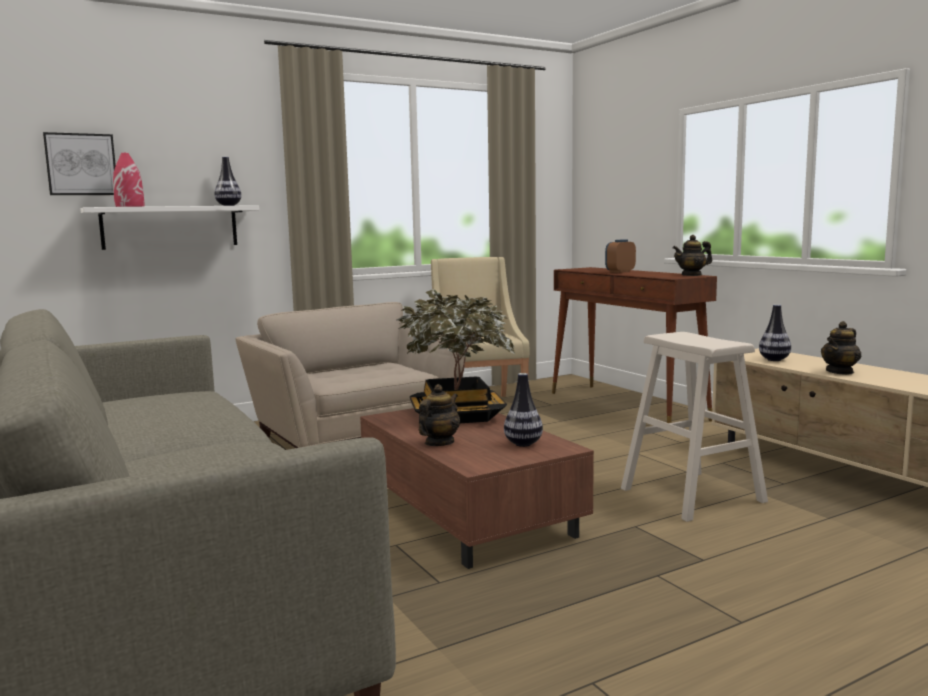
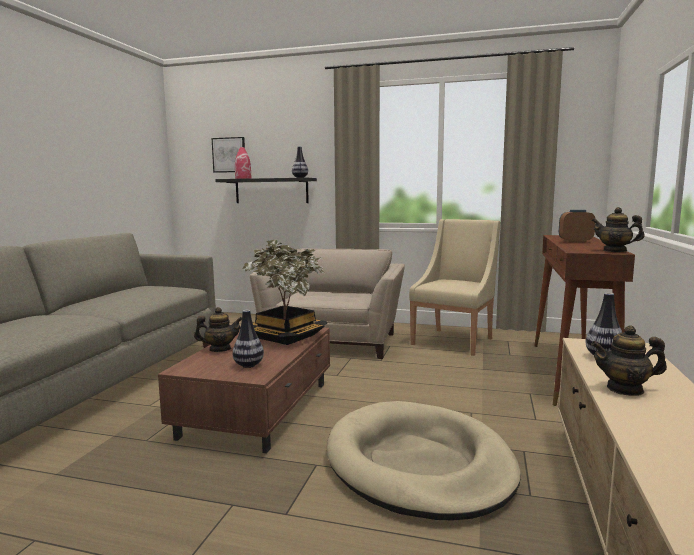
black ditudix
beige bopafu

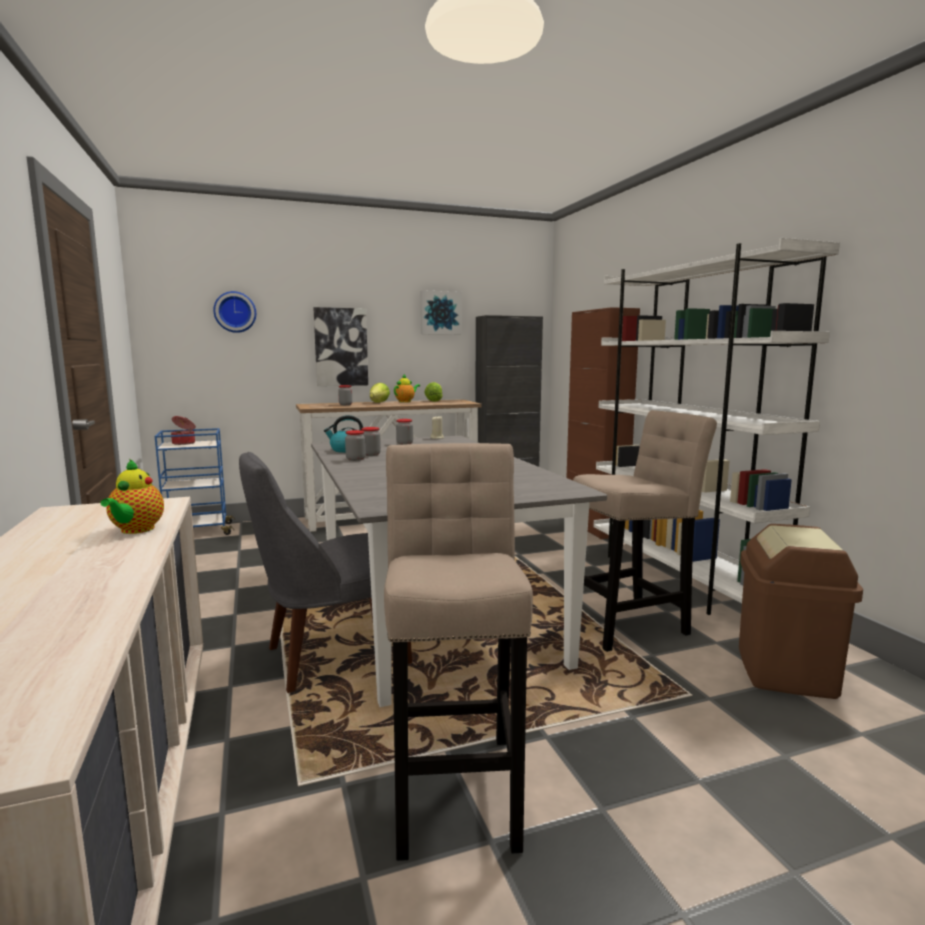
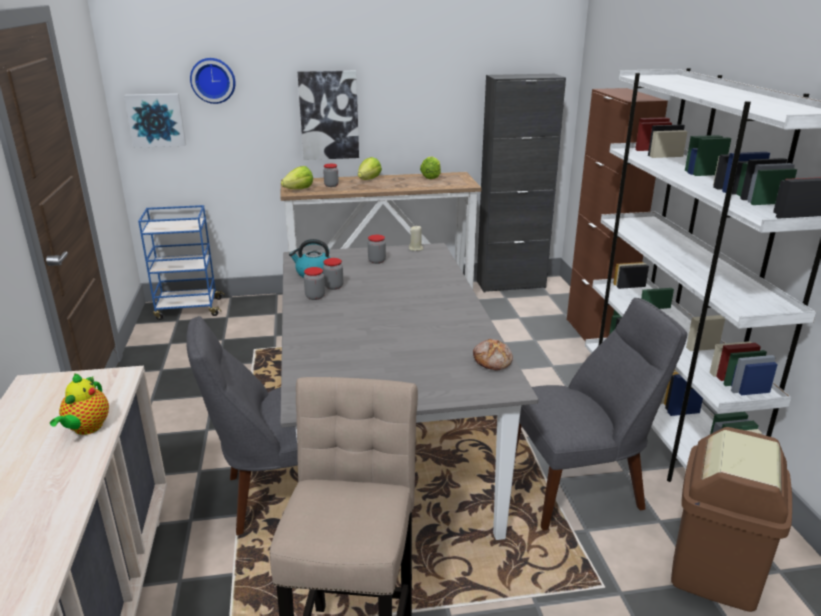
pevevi
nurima (no. 2 from left in the first image)
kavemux (no. 1 from left)
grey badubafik (no. 2 from left)
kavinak (no. 1 from left)
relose

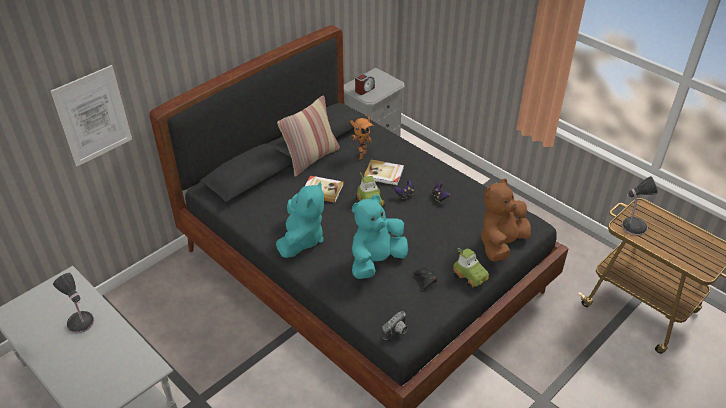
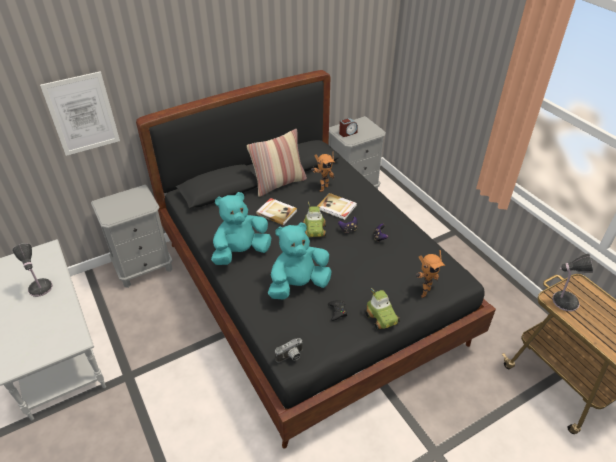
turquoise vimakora (no. 1 from left)
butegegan (no. 2 from left)
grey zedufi (no. 1 from left)

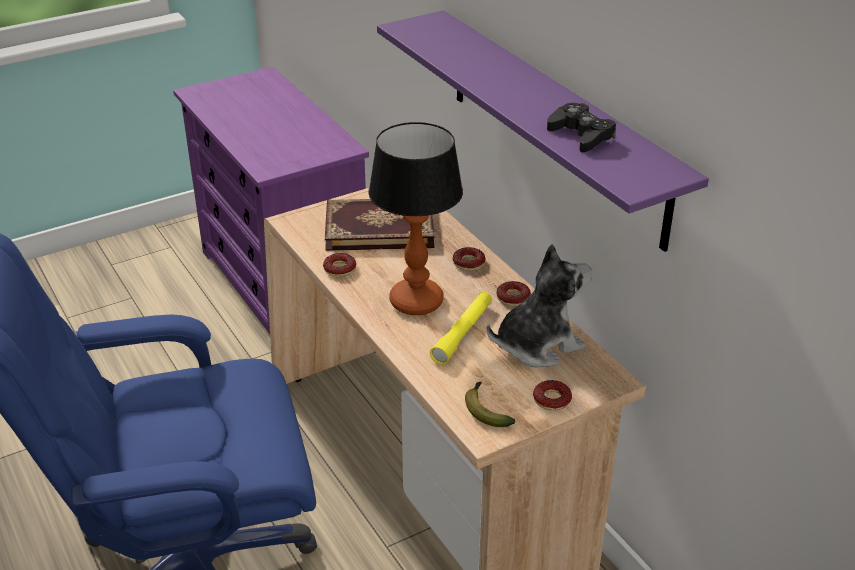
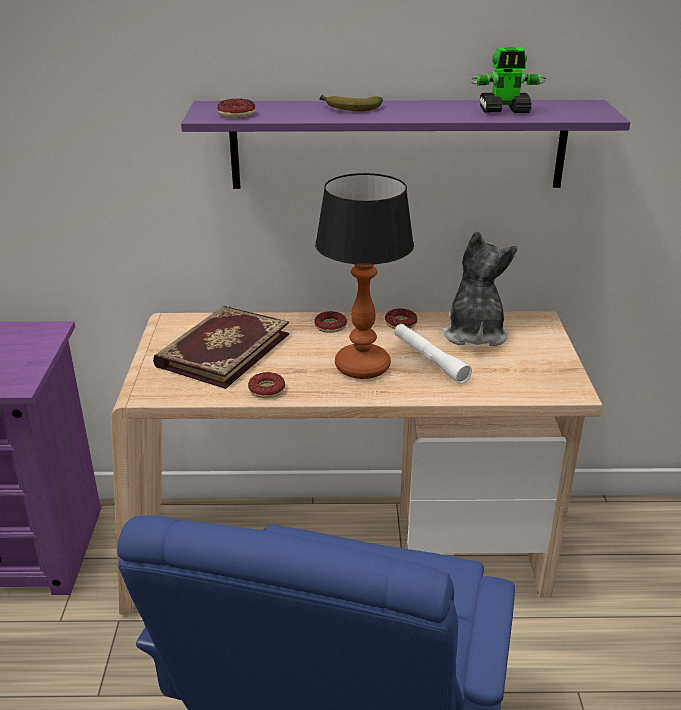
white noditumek
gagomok
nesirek (no. 1 from left)
butegegan

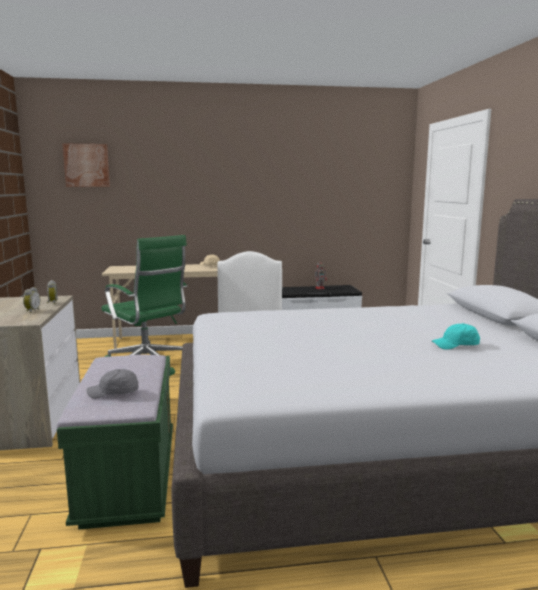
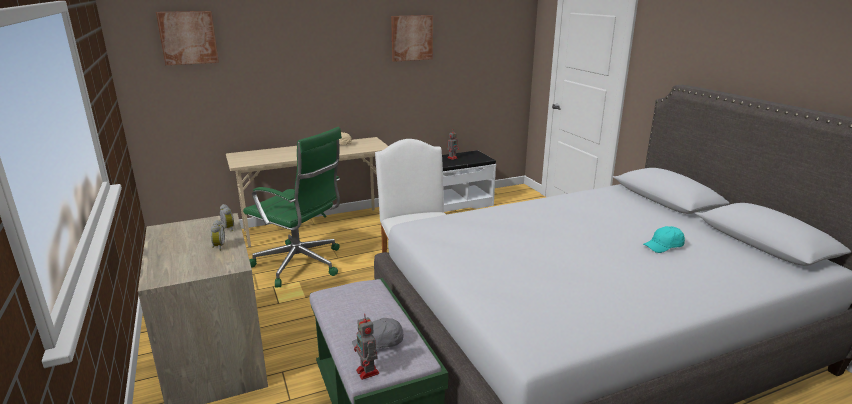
butegegan (no. 1 from left)
kavemux (no. 2 from left)

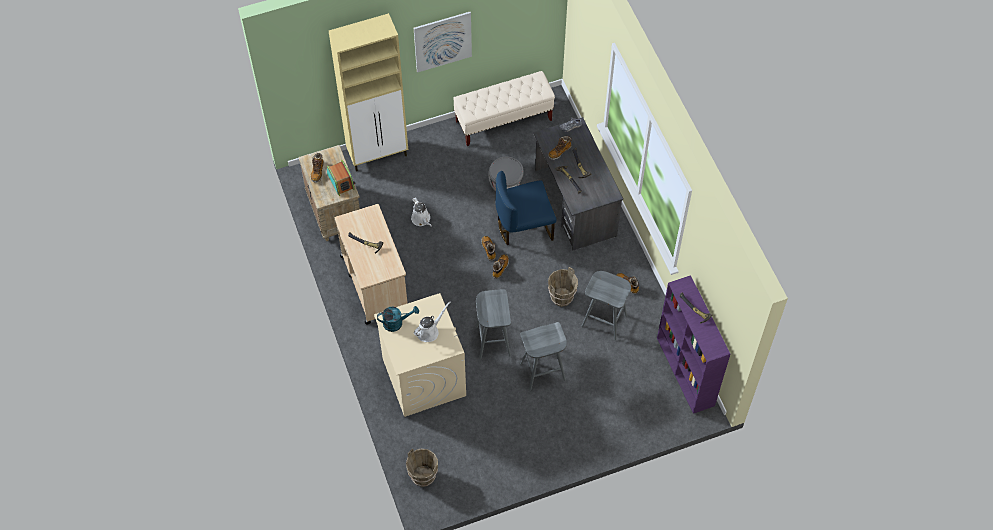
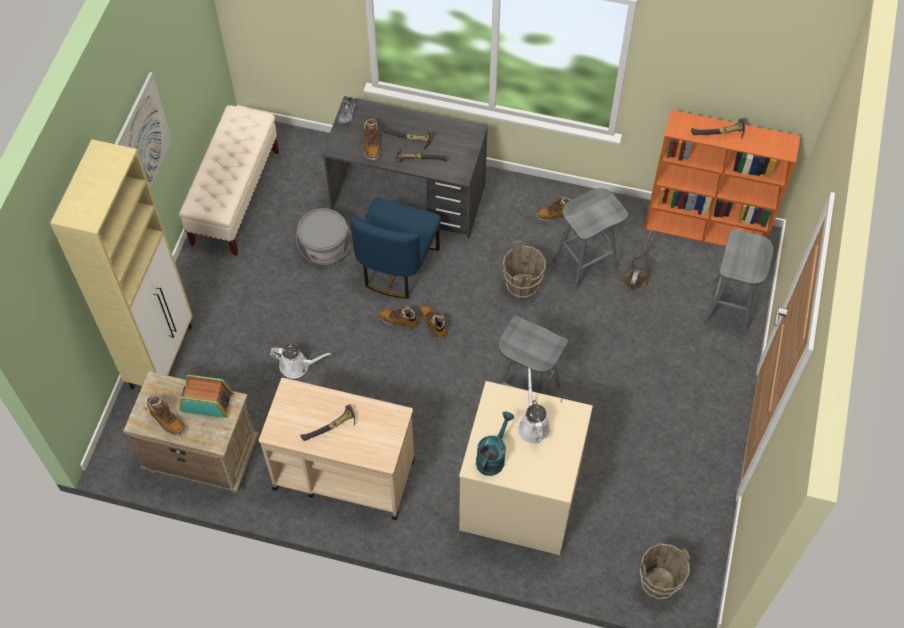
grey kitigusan (no. 3 from left)
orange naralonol
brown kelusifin

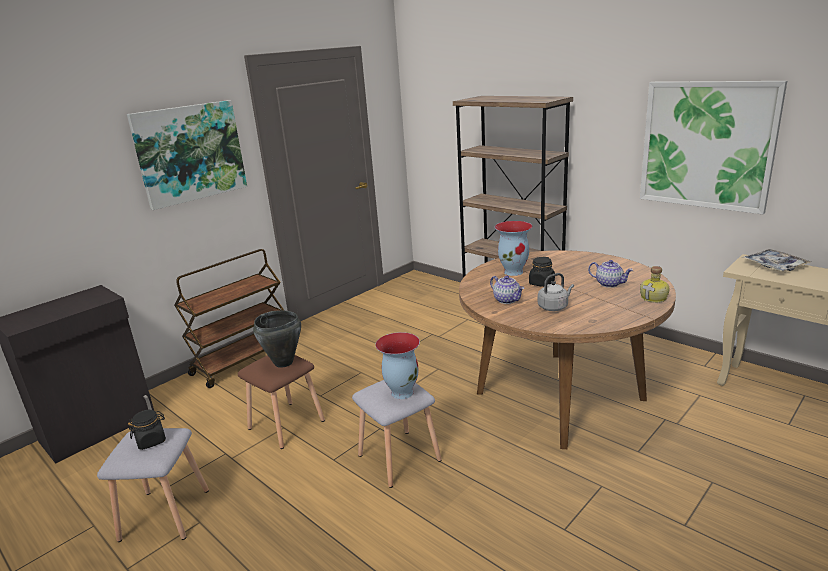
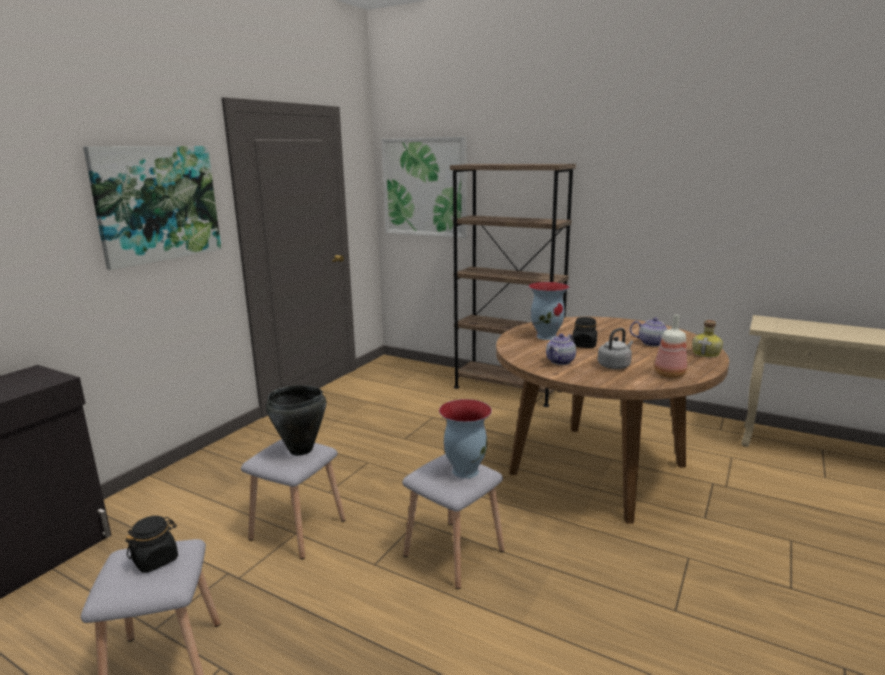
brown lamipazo
grey kitigusan (no. 2 from left)
nurima (no. 1 from left)
kavemux (no. 2 from left)
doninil
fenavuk (no. 1 from left)

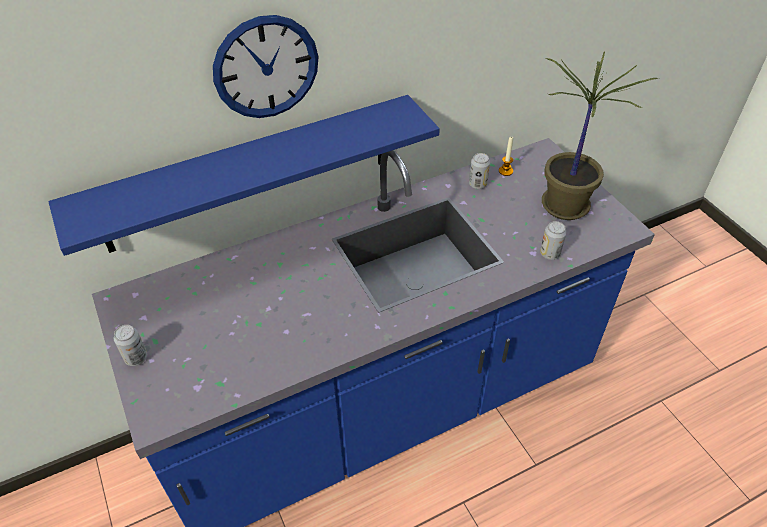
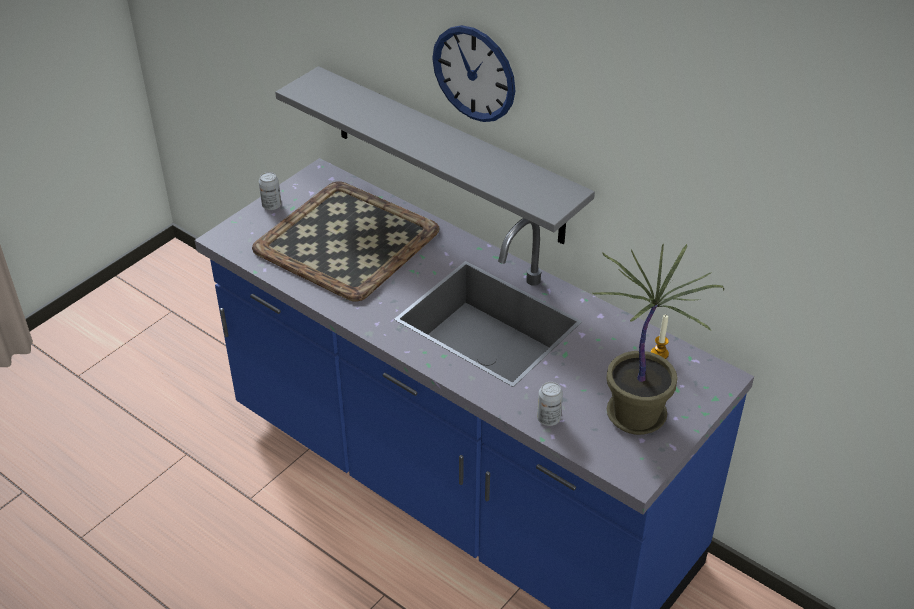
grey ditudix
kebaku (no. 2 from left in the first image)
doninil

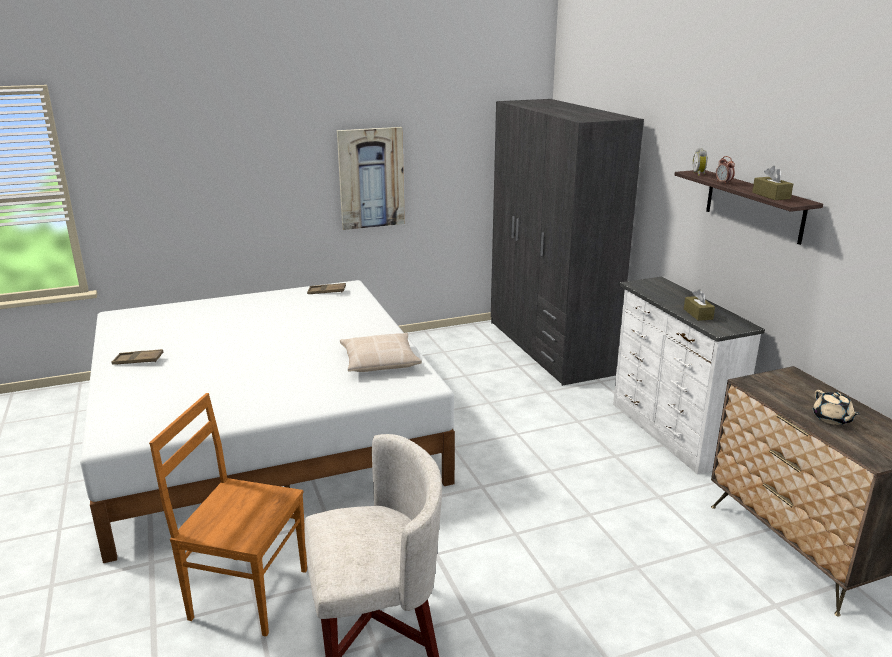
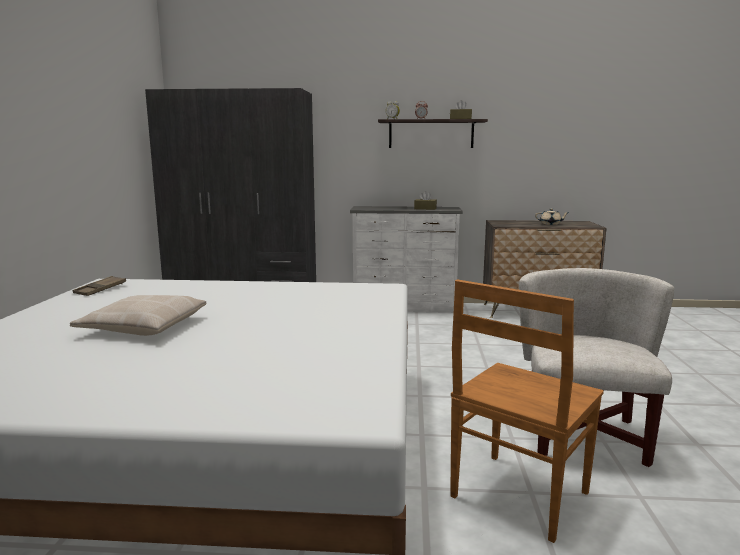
brown doninil (no. 1 from left in the first image)
kavemux
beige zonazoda

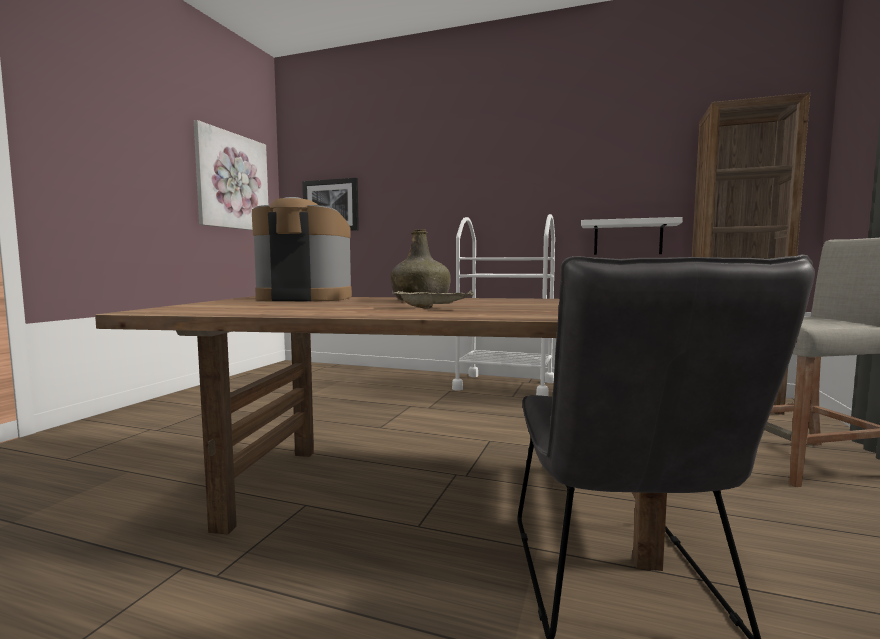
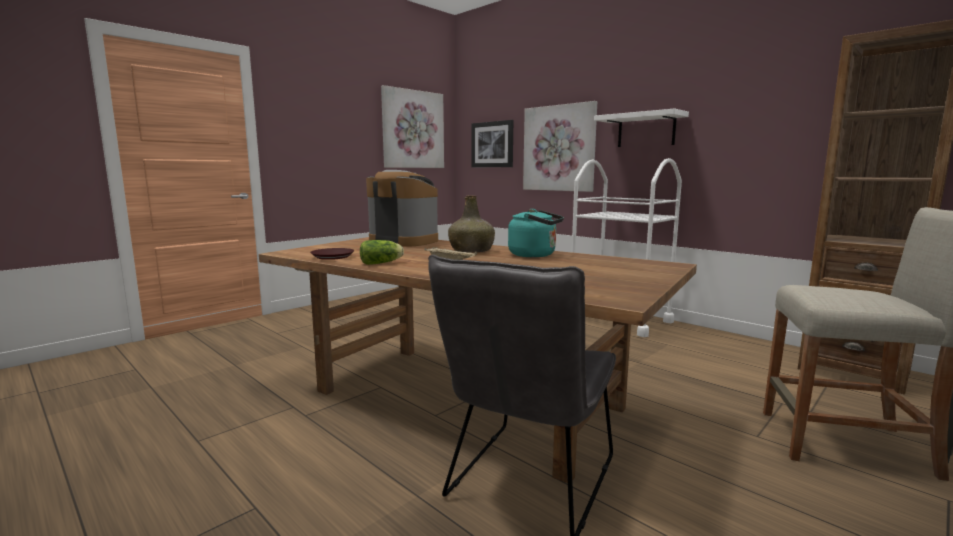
white ditudix
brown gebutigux
kavinak
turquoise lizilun
kavemux (no. 3 from left)

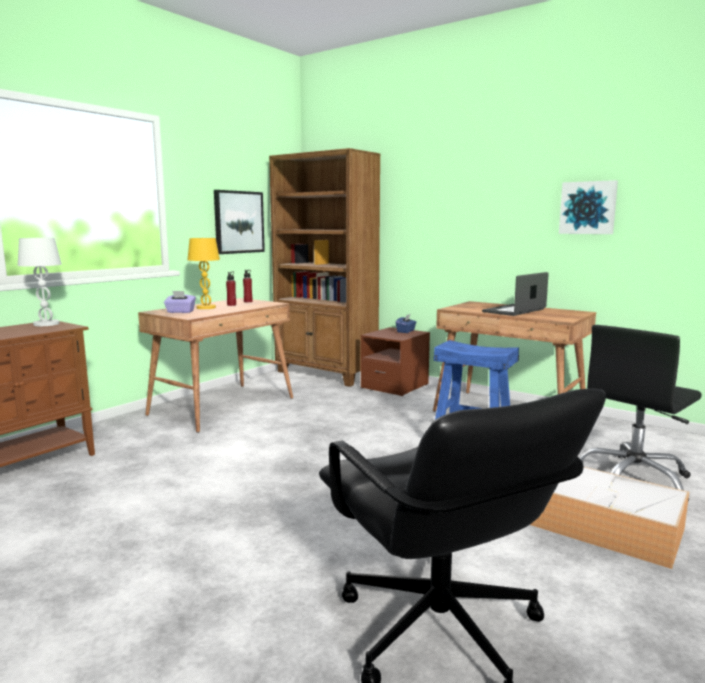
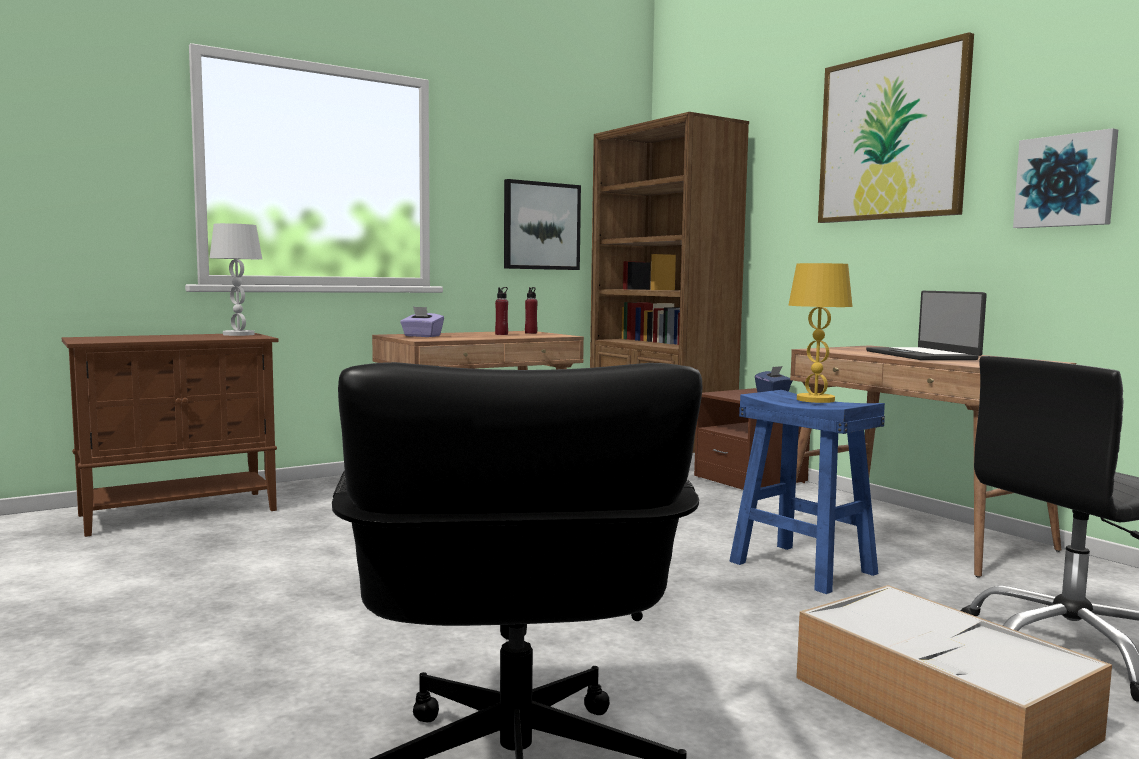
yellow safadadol
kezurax
kavemux (no. 2 from left)

